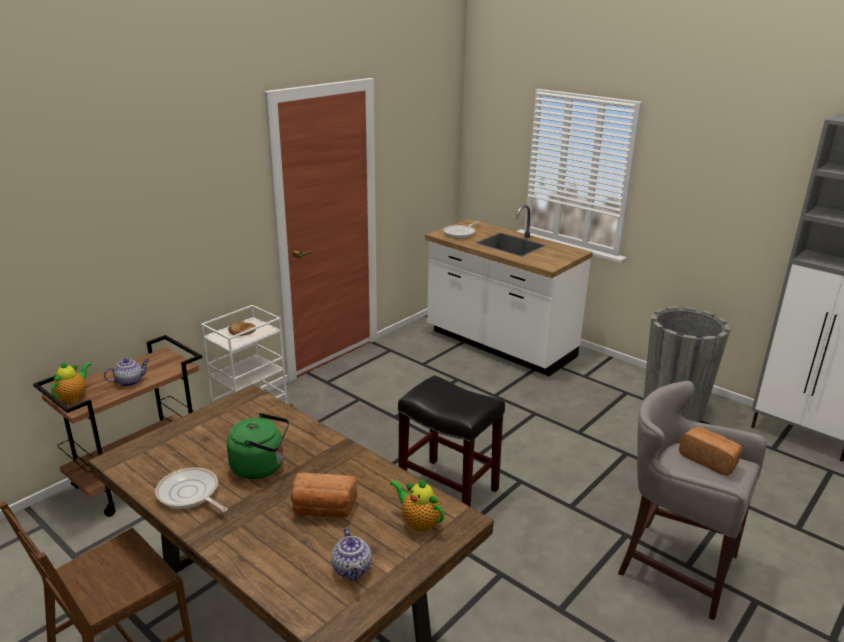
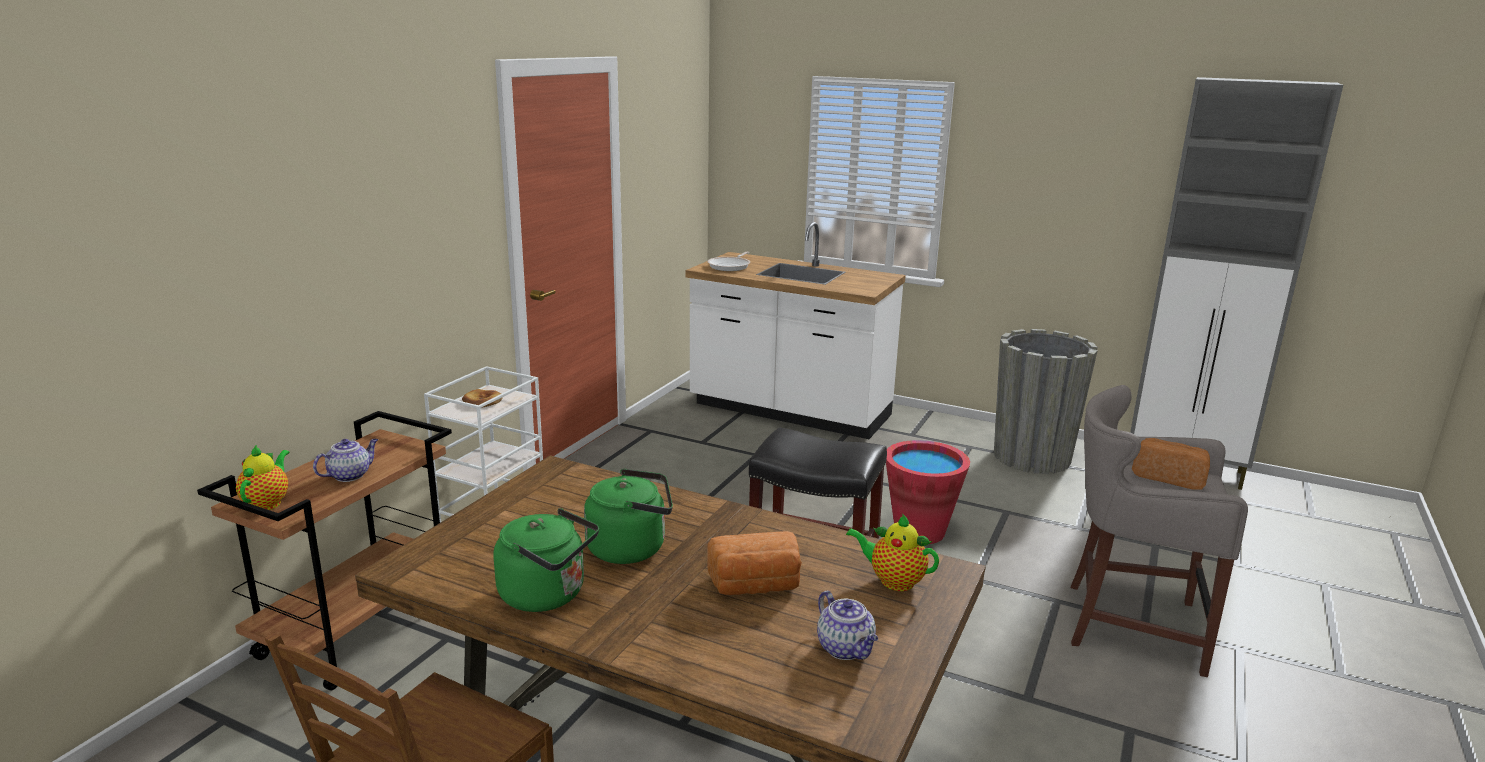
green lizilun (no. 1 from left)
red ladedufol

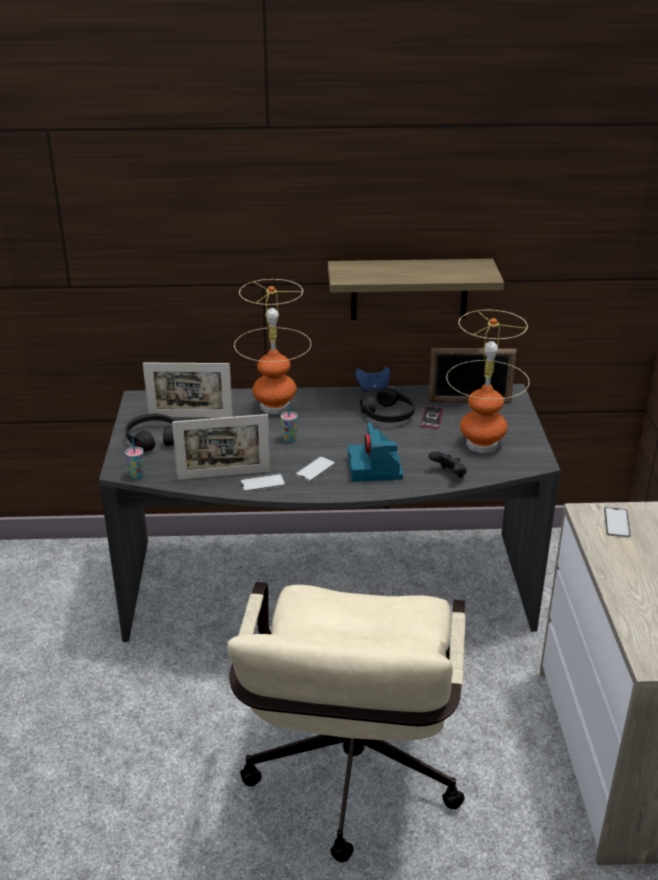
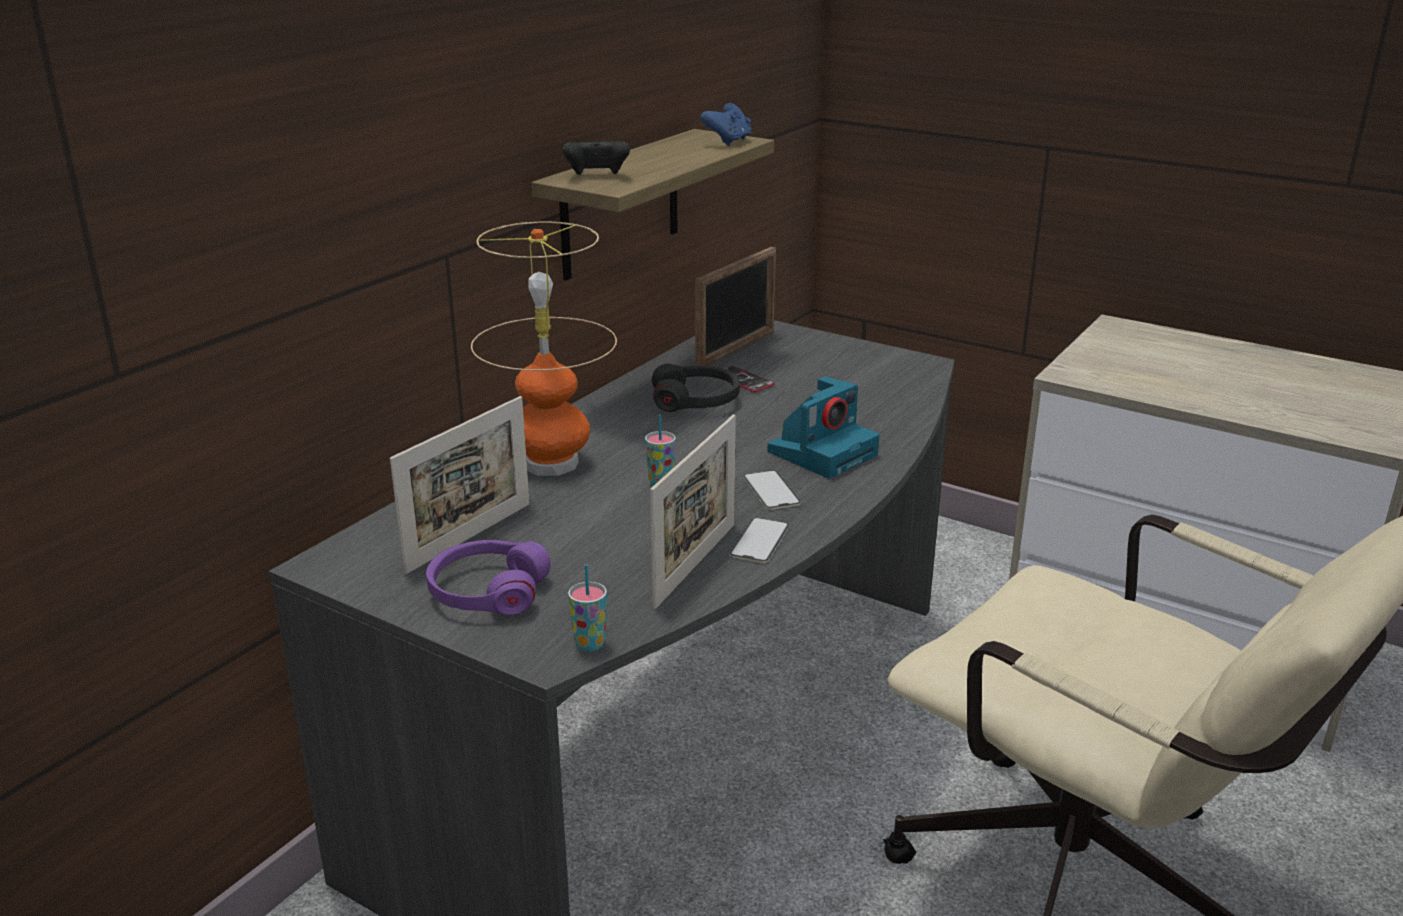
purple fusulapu
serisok
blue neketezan
black neketezan
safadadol (no. 2 from left in the first image)
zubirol (no. 4 from left in the first image)

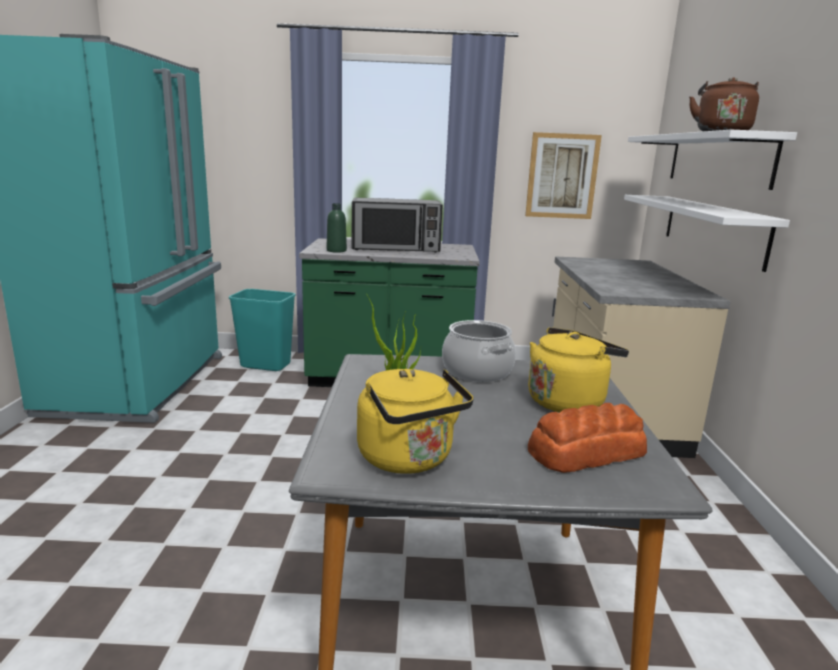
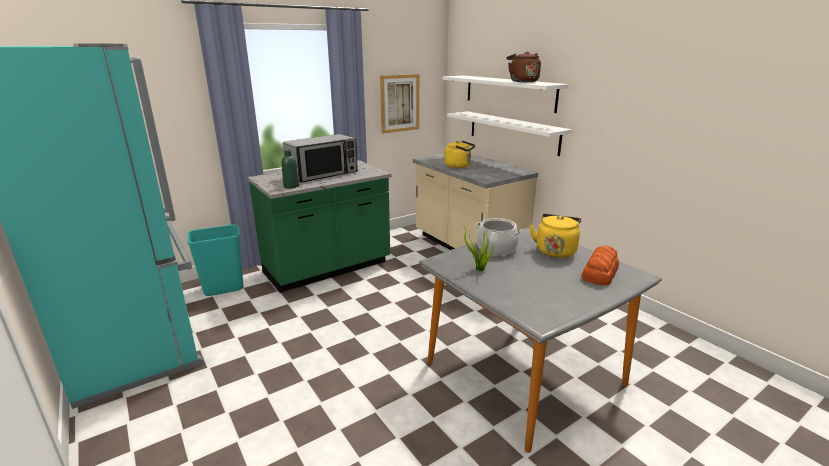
yellow lizilun (no. 1 from left)

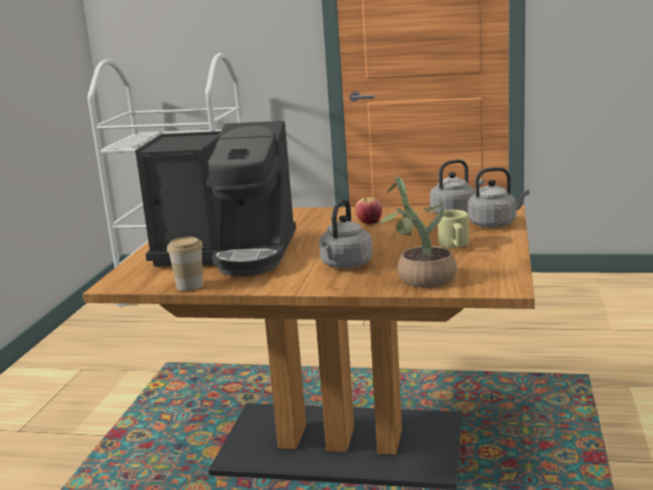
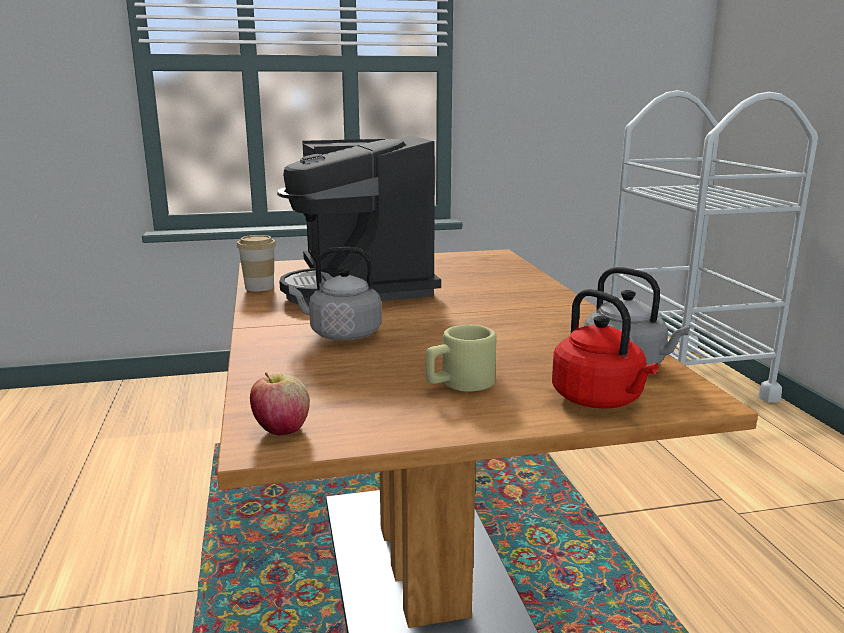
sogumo
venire
red lizilun

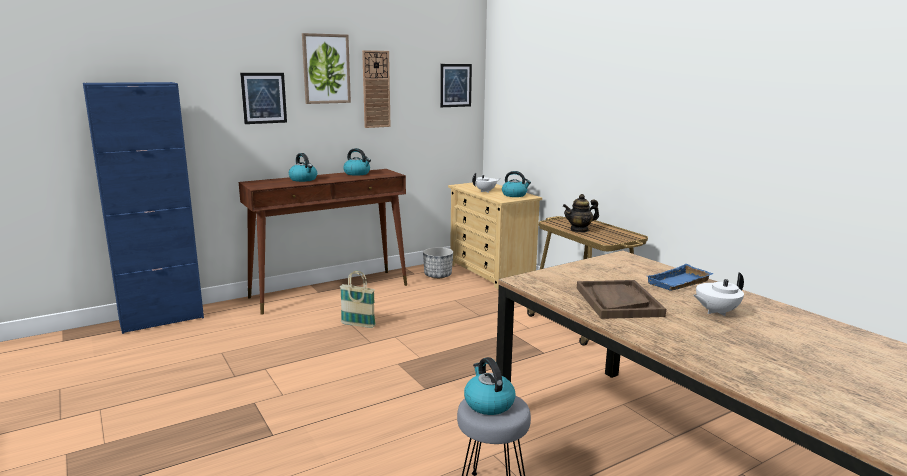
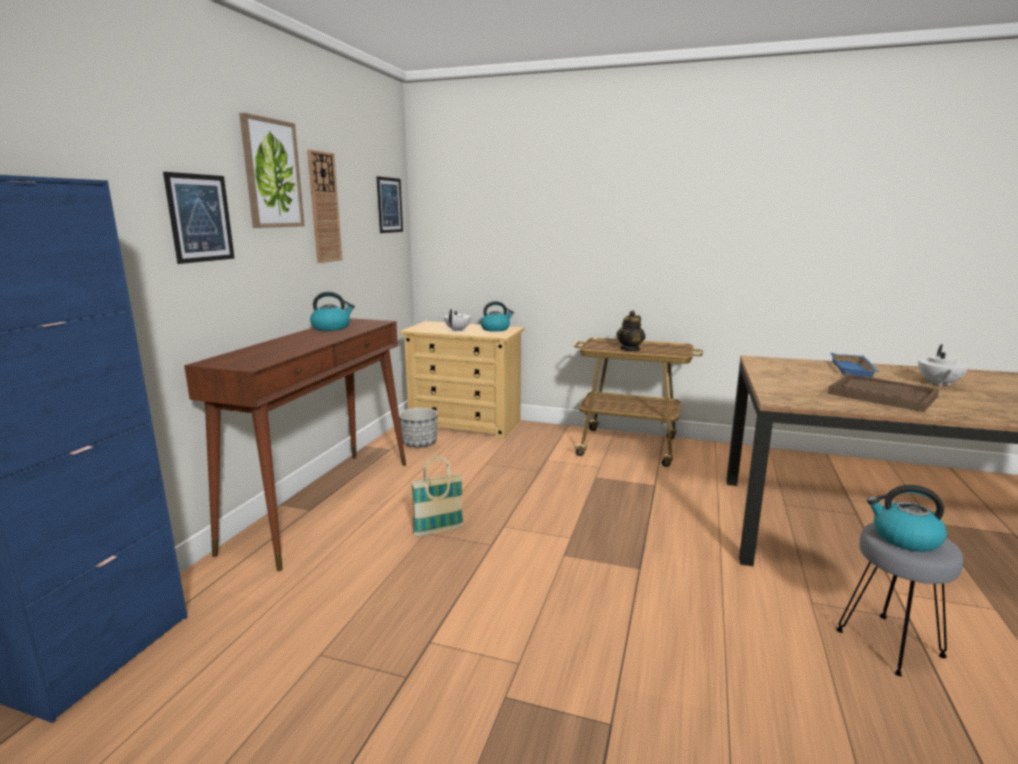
lizilun (no. 1 from left in the first image)

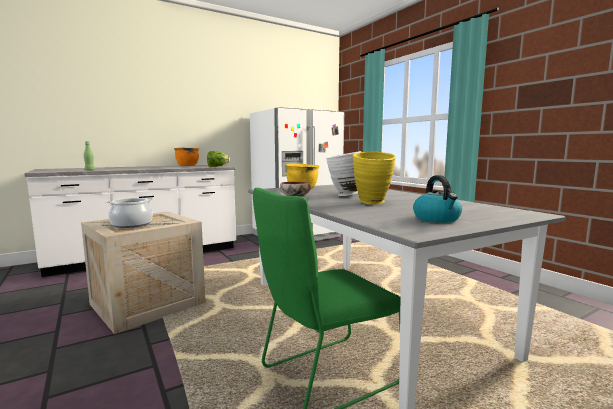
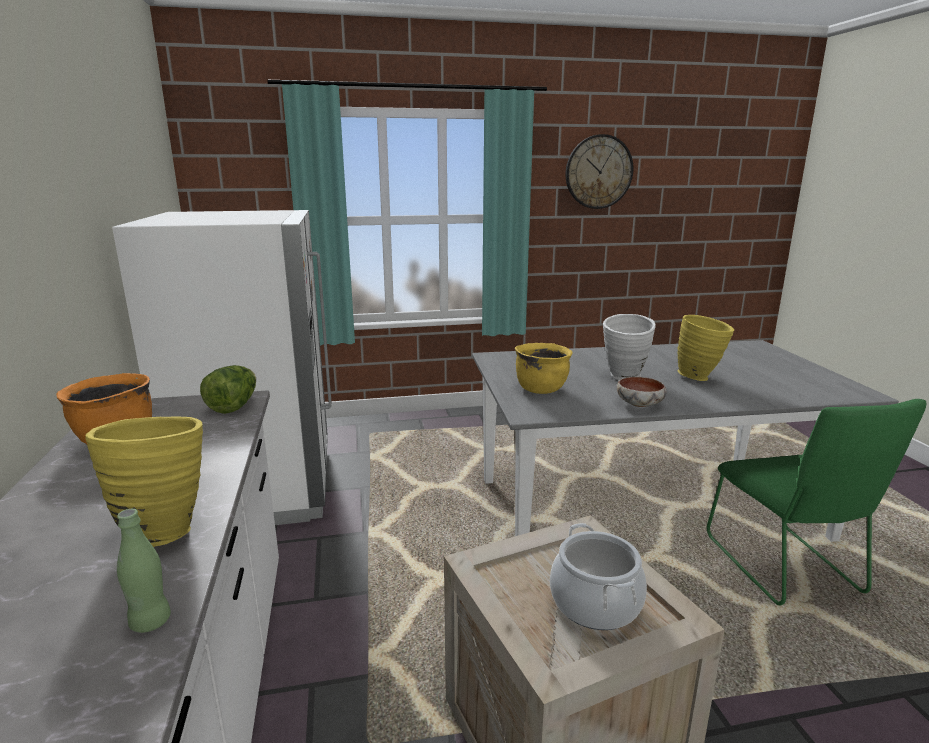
lizilun
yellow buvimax (no. 1 from left)
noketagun

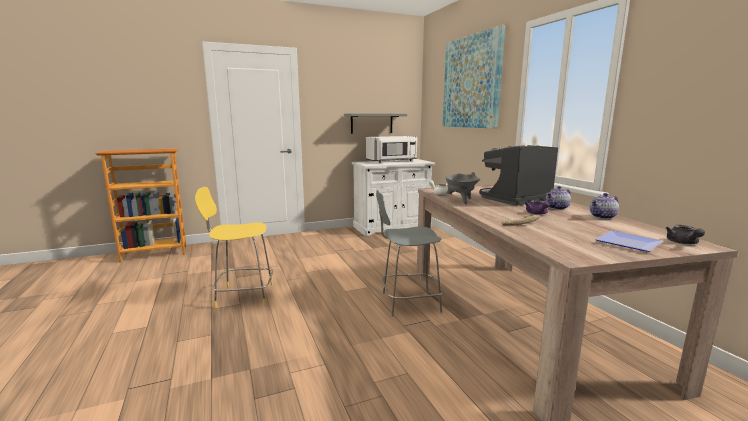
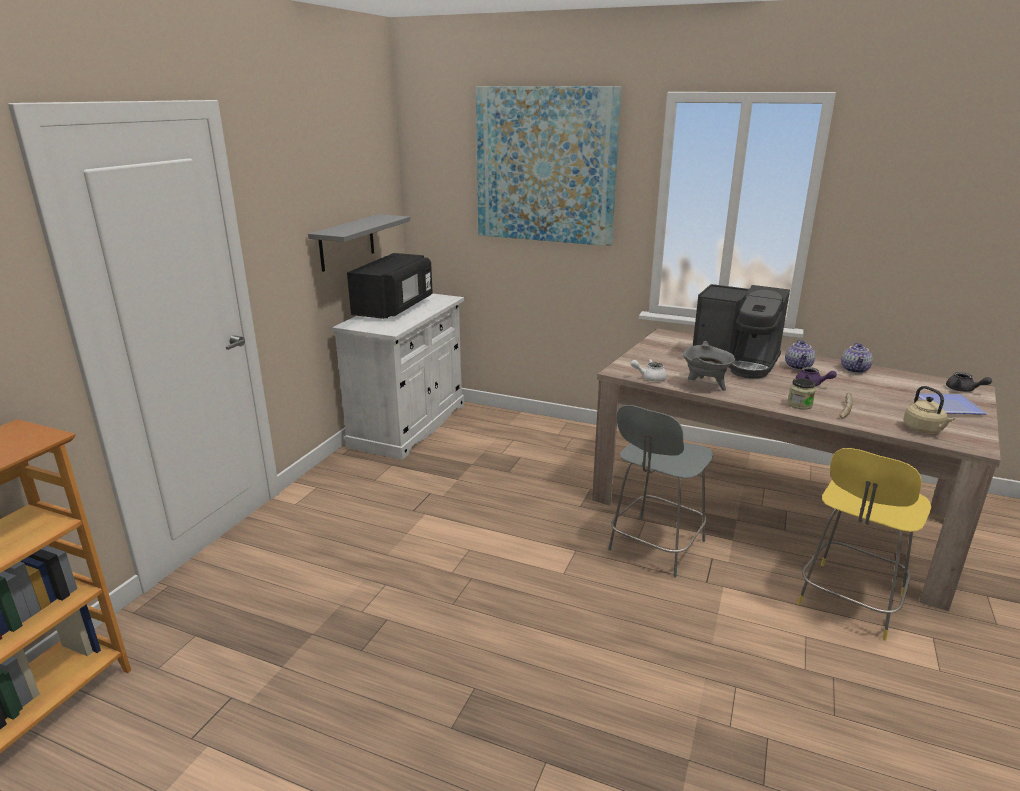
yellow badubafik
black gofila
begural
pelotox
beige lizilun

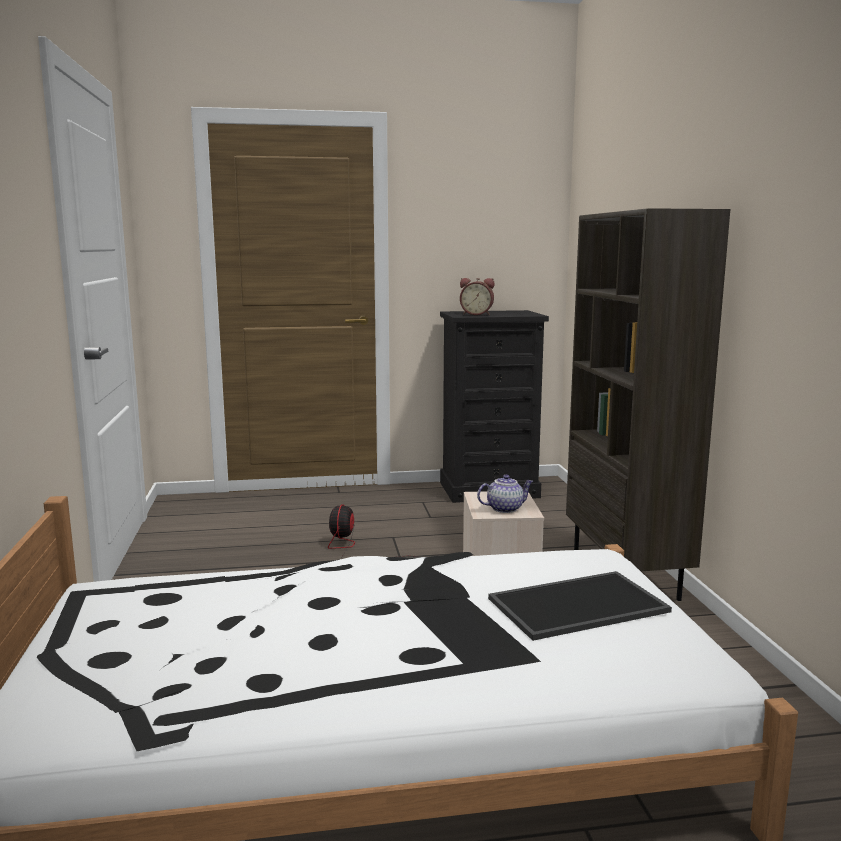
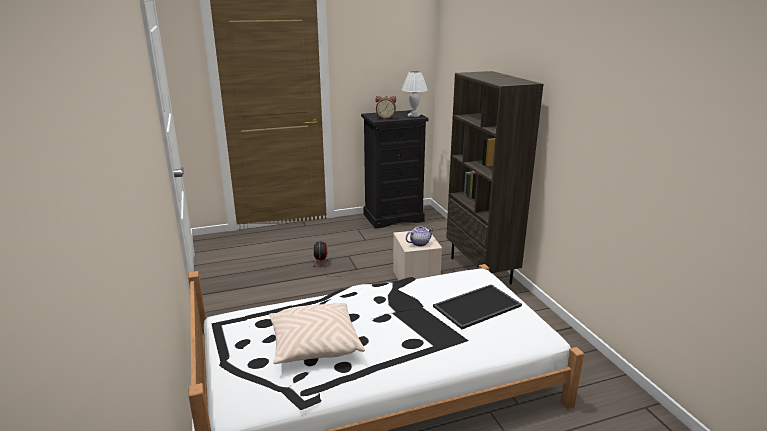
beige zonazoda
white safadadol

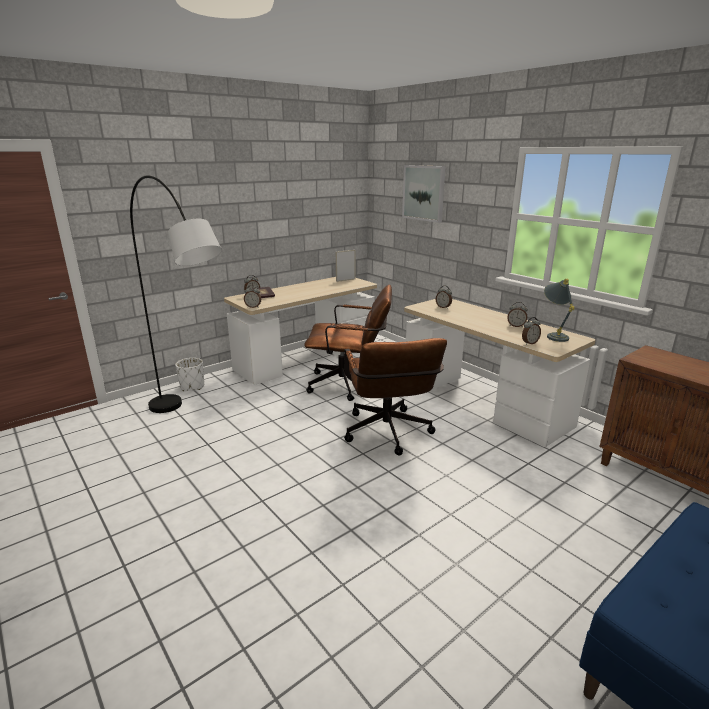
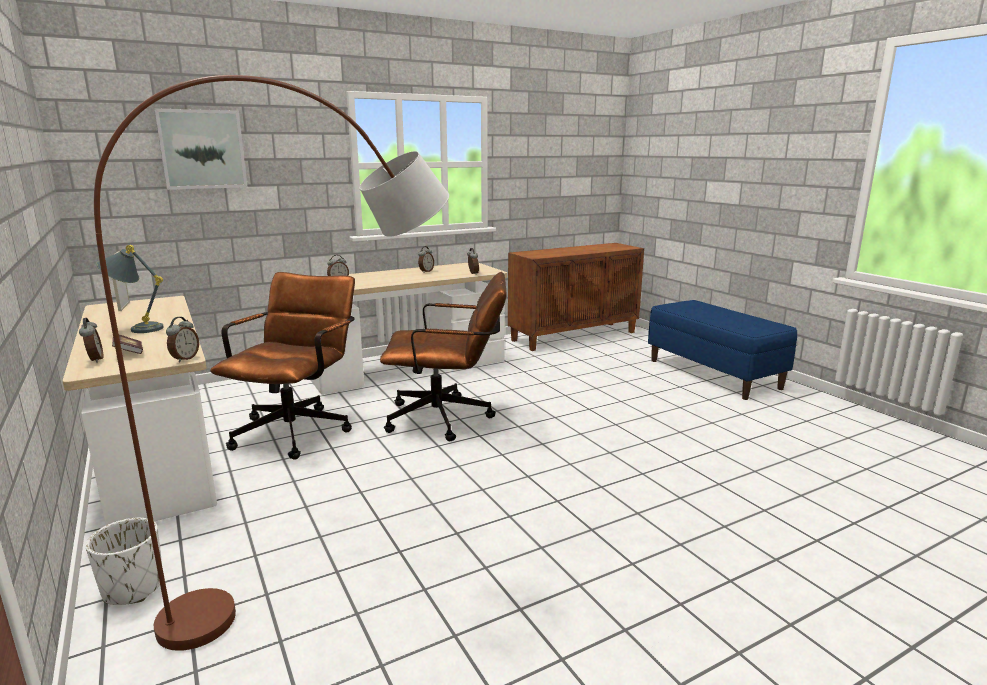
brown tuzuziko
grey safadadol

